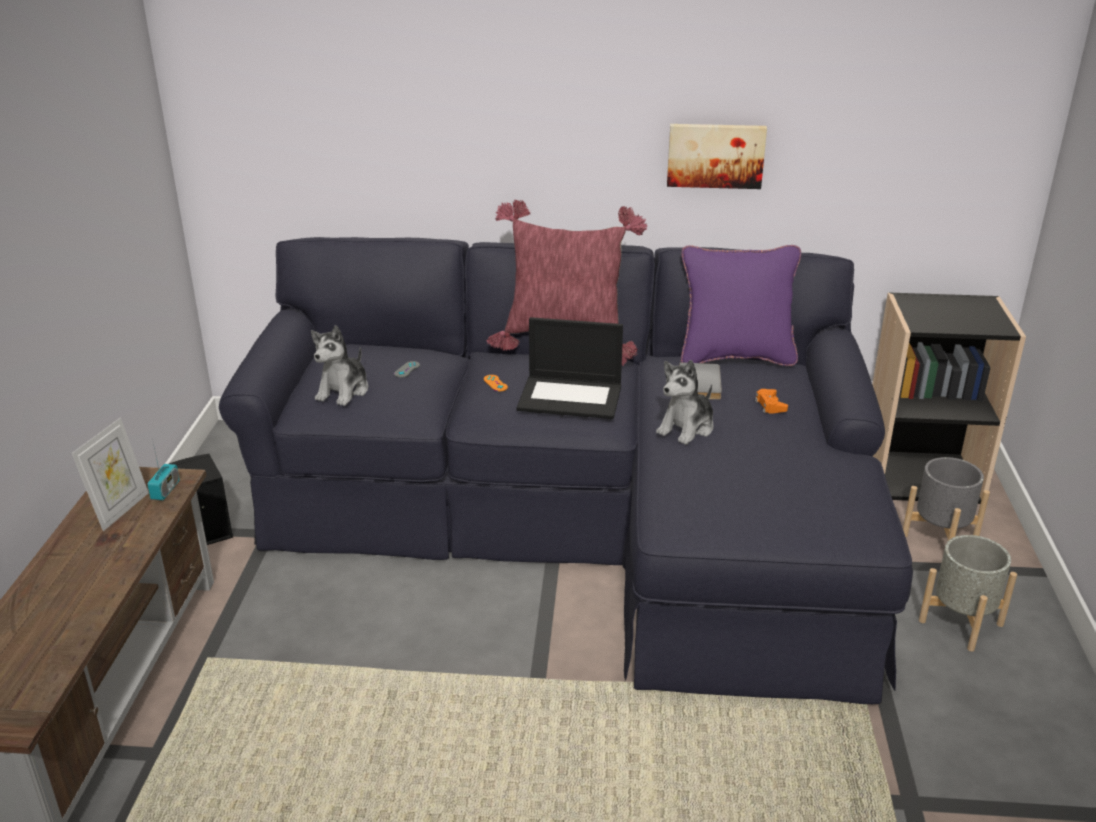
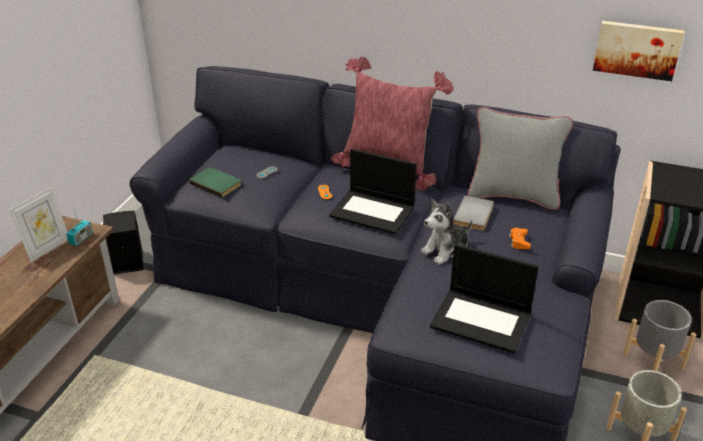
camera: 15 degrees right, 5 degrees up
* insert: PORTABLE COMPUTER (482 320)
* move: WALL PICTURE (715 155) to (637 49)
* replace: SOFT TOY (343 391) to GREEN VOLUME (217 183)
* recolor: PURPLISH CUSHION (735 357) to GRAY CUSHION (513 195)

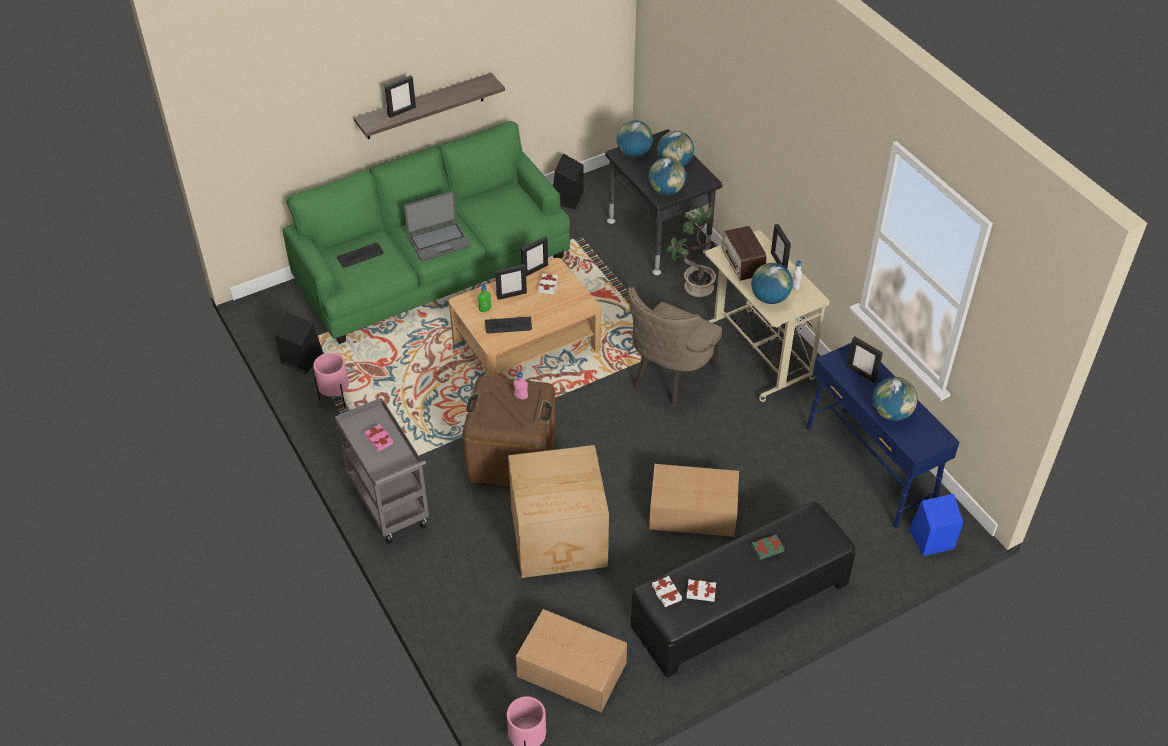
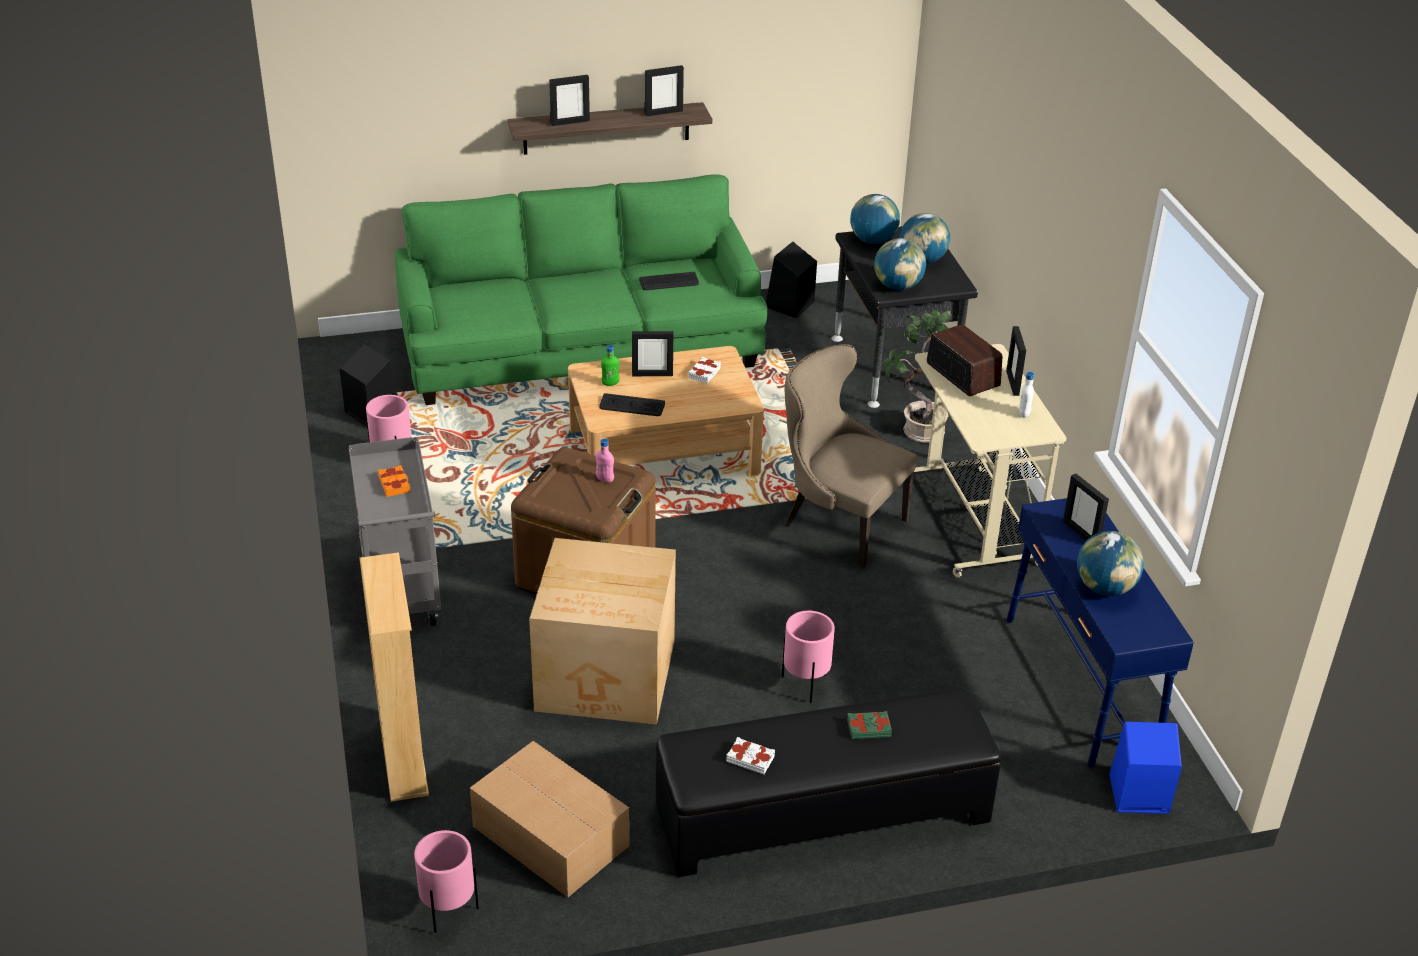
camera: 15 degrees right, 10 degrees down
* delete: PORTABLE COMPUTER (438 241)
* delete: WHITISH VOLUME (666 593)
* delete: DESK GLOBE (769 298)
* insert: BEIGE BOOKCASE (403 758)
* move: PC KEYBOARD (360 256) to (669 282)
* move: PHOTO FRAME (534 269) to (663 112)
* replace: PACKING BOX (694 511) to PINKISH PLANTER (805 685)
* recolor: PINKISH VOLUME (379 439) to ORANGEY VOLUME (394 484)
* rotate: BEIGE UPRIGHT CHAIR (669 377) = (839 524) 75 degrees clockwise
* rotate: RADIO SET (742 262) = (962 374) 150 degrees clockwise

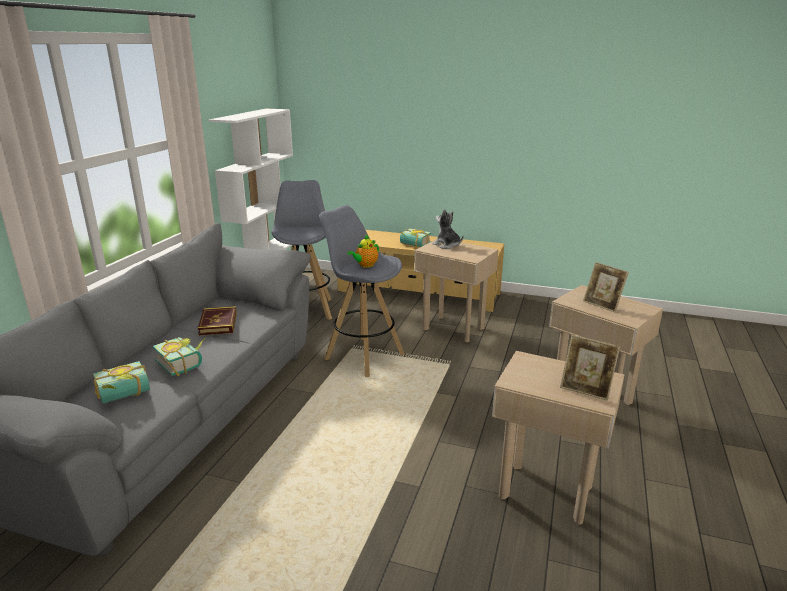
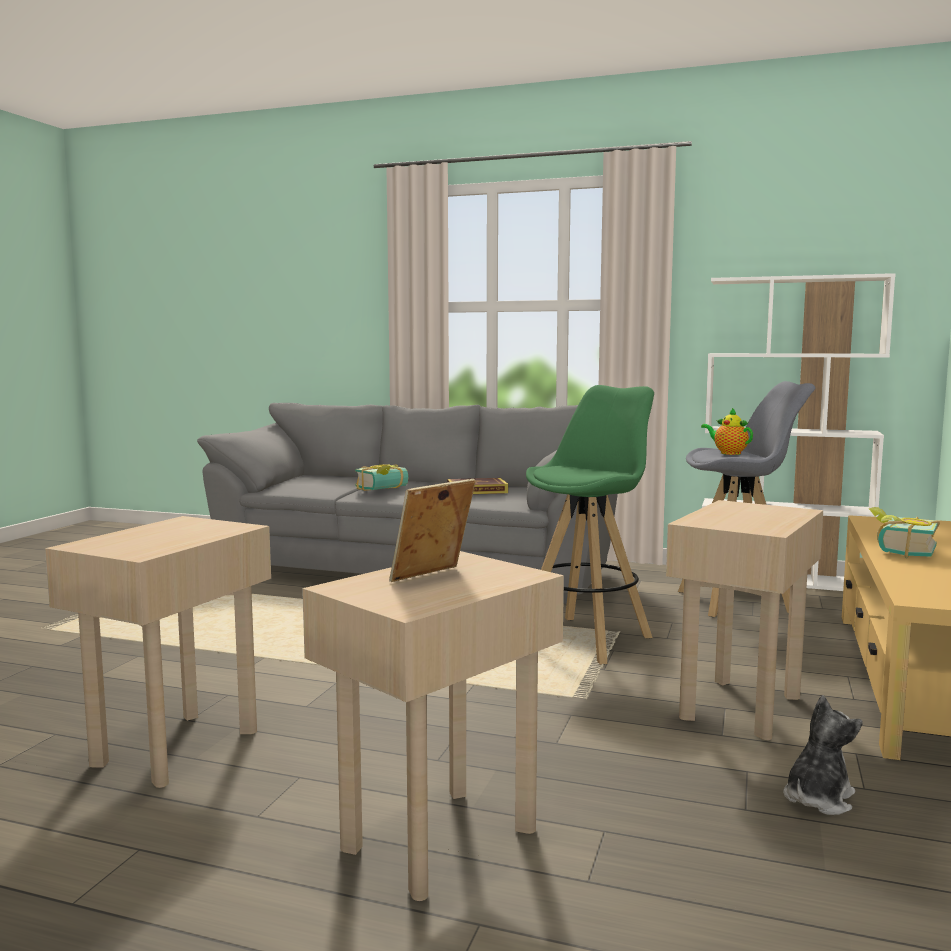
camera: 90 degrees right, 15 degrees down
* delete: VOLUME (125 396)
* delete: PHOTO FRAME (585 390)
* move: TEA POT (365 265) to (728 453)
* move: SOFT TOY (447 245) to (817 798)
* recolor: GRAY STOOL (363 355) to GREEN STOOL (587 638)

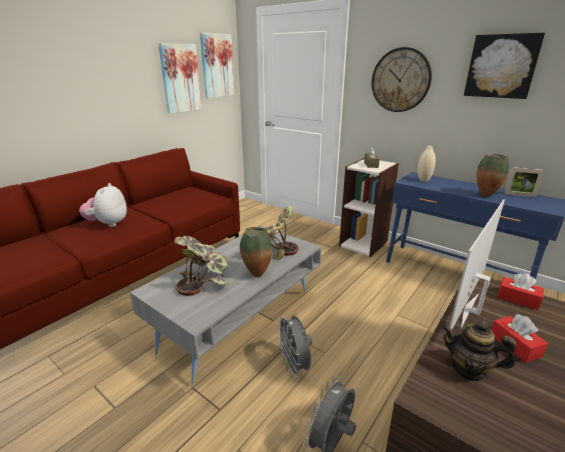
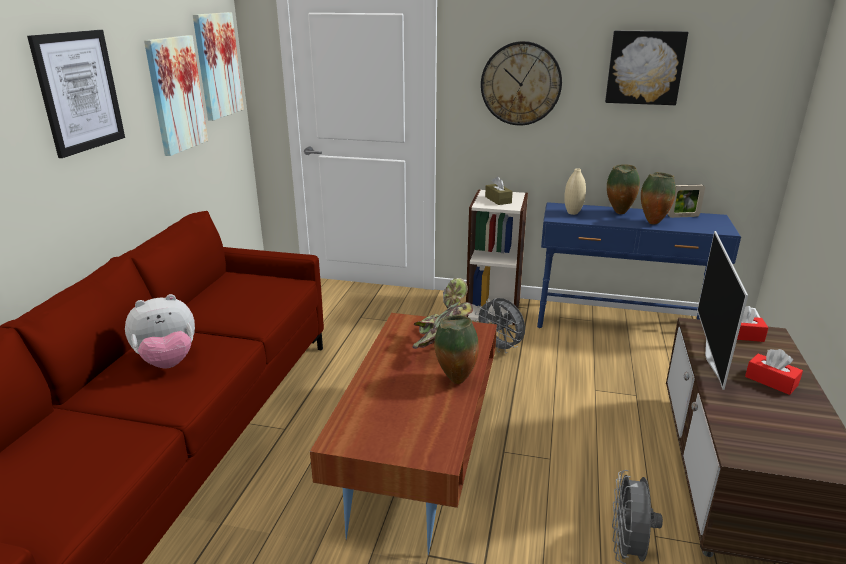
camera: 25 degrees left, 0 degrees up
* delete: POTTED PLANT (203 279)
* delete: TEA POT (469 370)
* insert: WALL PICTURE (79 92)
* insert: VASE (619 213)
* move: GRAY FAN (294 366) to (500 348)
* recolor: GRAY COFFEE TABLE (239 321) to BROWN-COLOURED COFFEE TABLE (417 455)
* rotate: SOFT TOY (108 224) = (168 362) 90 degrees counterclockwise

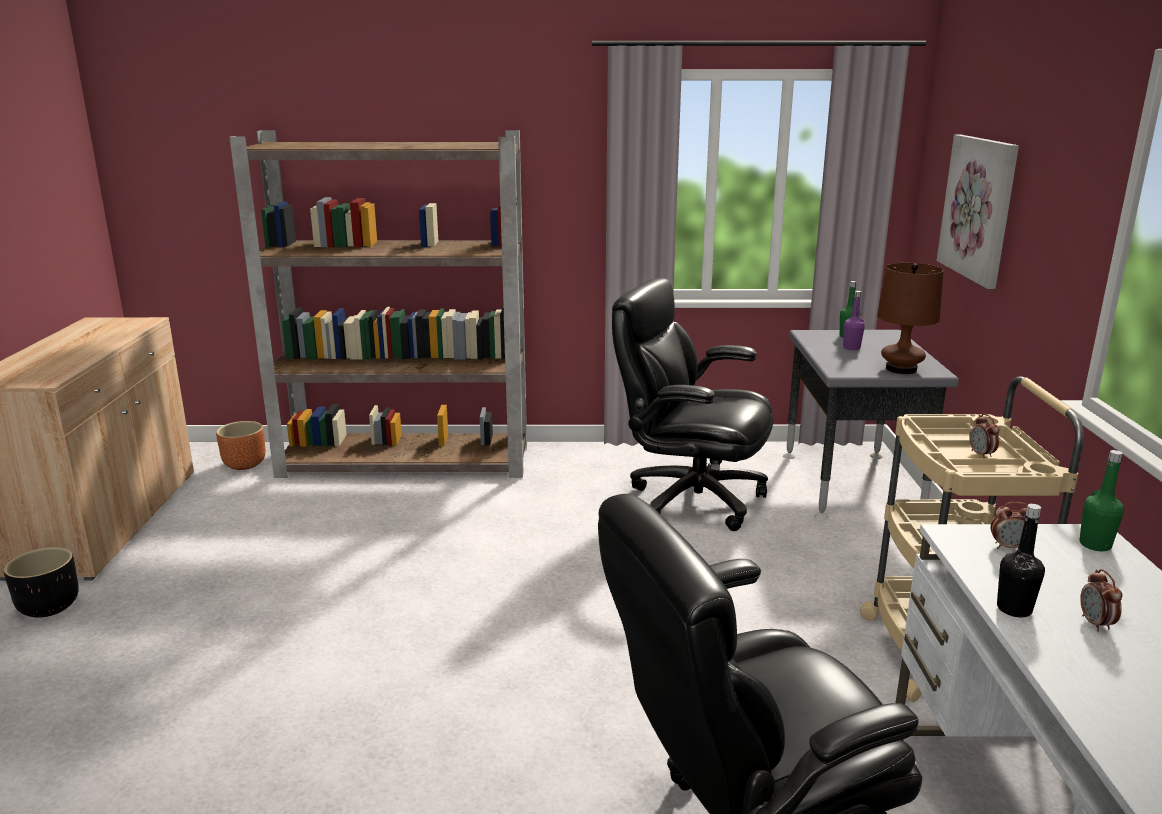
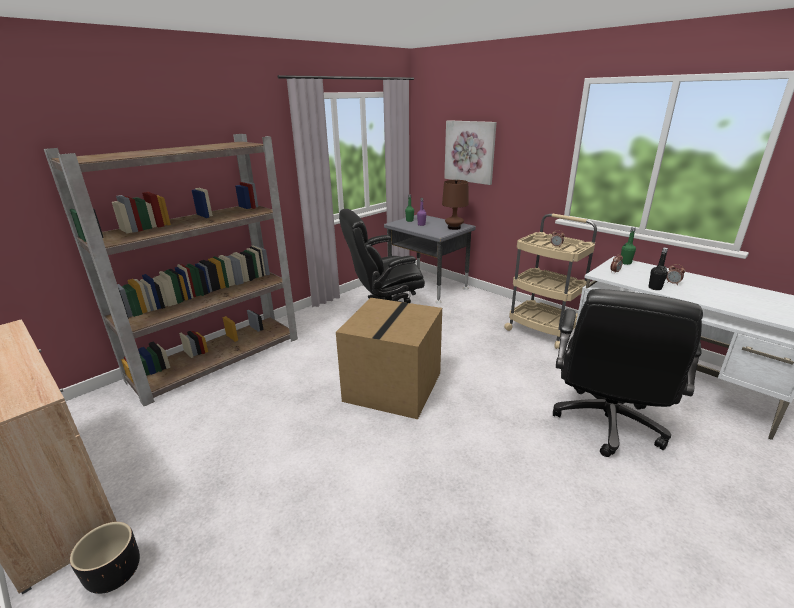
camera: 45 degrees left, 5 degrees up
* delete: BROWN-COLOURED PLANTER (245 465)
* insert: PACKING BOX (394 387)

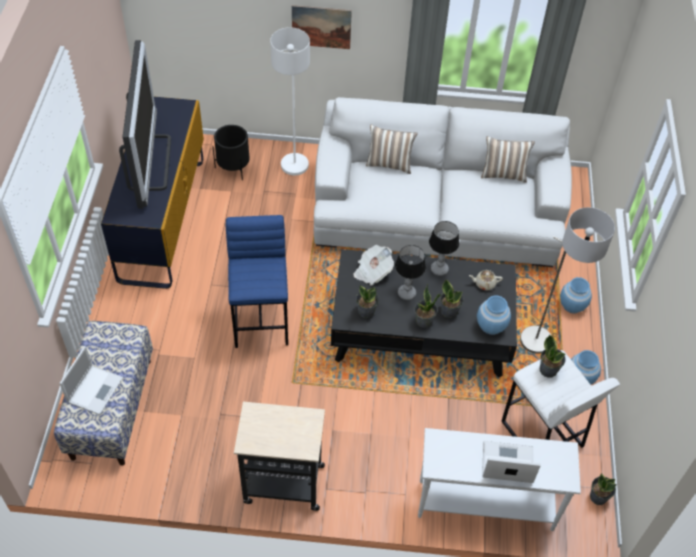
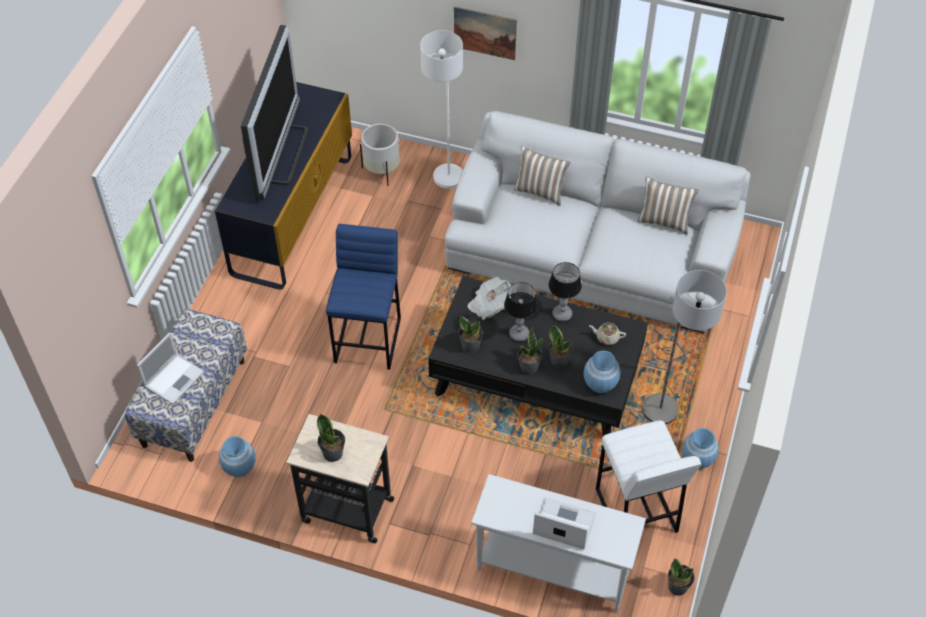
camera: 15 degrees right, 0 degrees up
* move: POTTED PLANT (548 369) to (333 453)
* move: BLUE VASE (572 305) to (239 467)
* recolor: BLACK-COLOURED PLANTER (233 168) to WHITISH PLANTER (382 170)

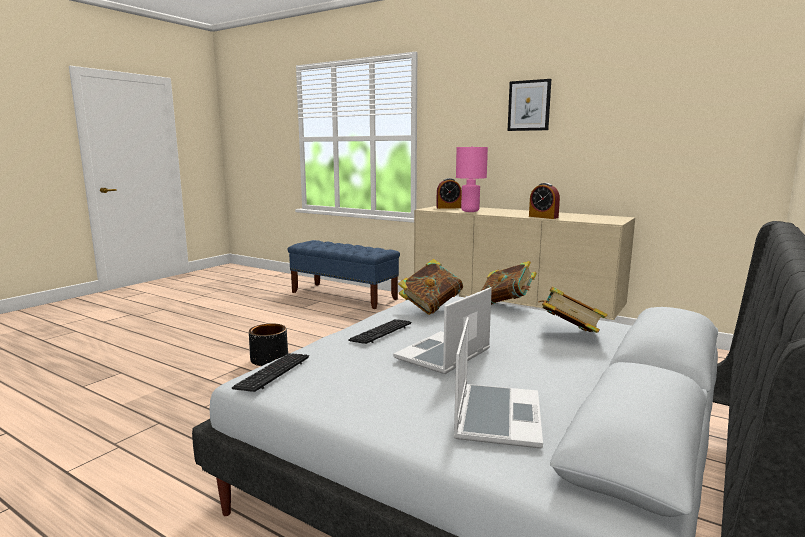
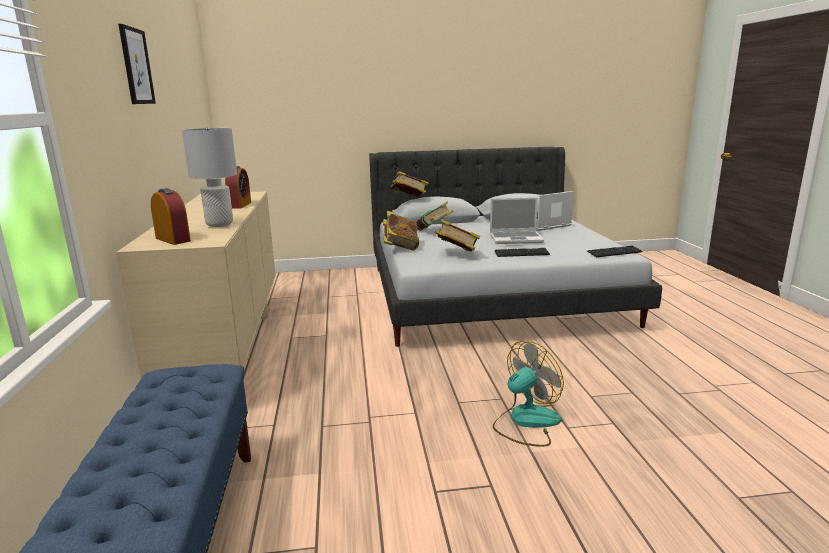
camera: 130 degrees left, 5 degrees up
* insert: VOLUME (408 199)
* replace: BLACK-COLOURED PLANTER (270 360) to FAN (526 422)
* recolor: PINKISH TABLE LAMP (470 211) to GRAY TABLE LAMP (220 225)

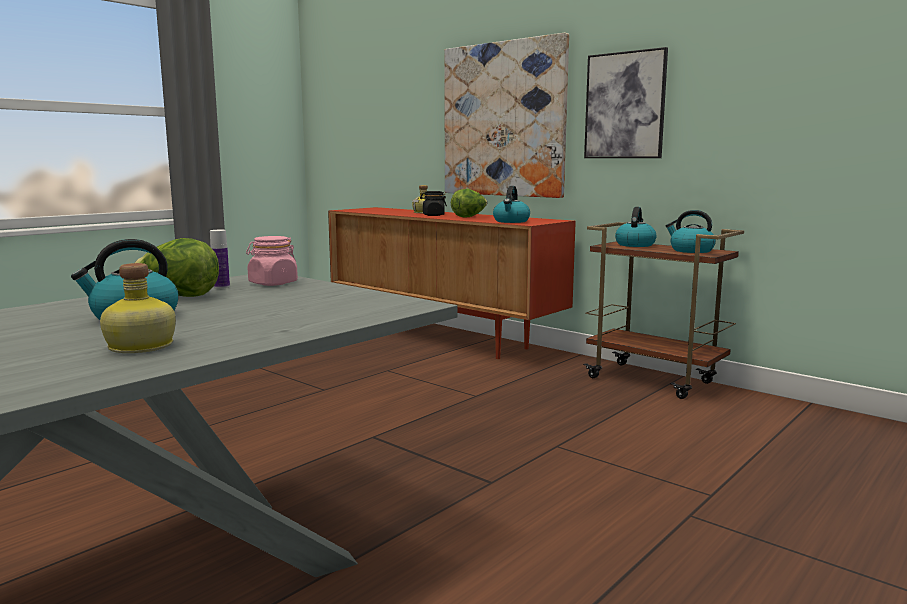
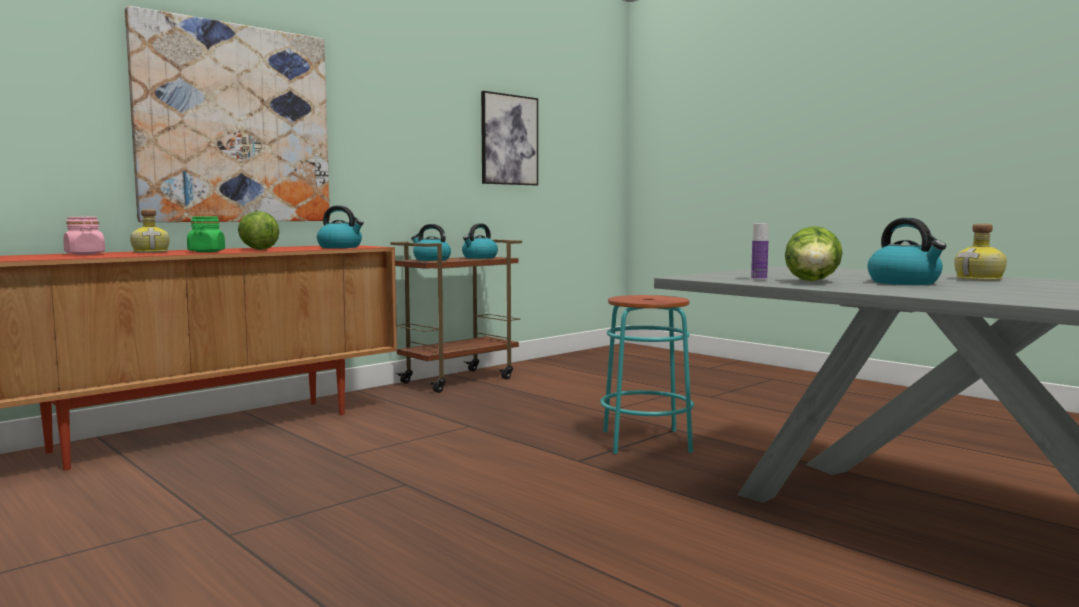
camera: 85 degrees left, 5 degrees down
* insert: TURQUOISE-COLOURED STOOL (646 441)
* move: PINKISH JAR (273 283) to (85 254)
* move: WALL PICTURE (625 105) to (509 140)
* recolor: BLACK-COLOURED JAR (433 215) to GREEN JAR (206 251)

